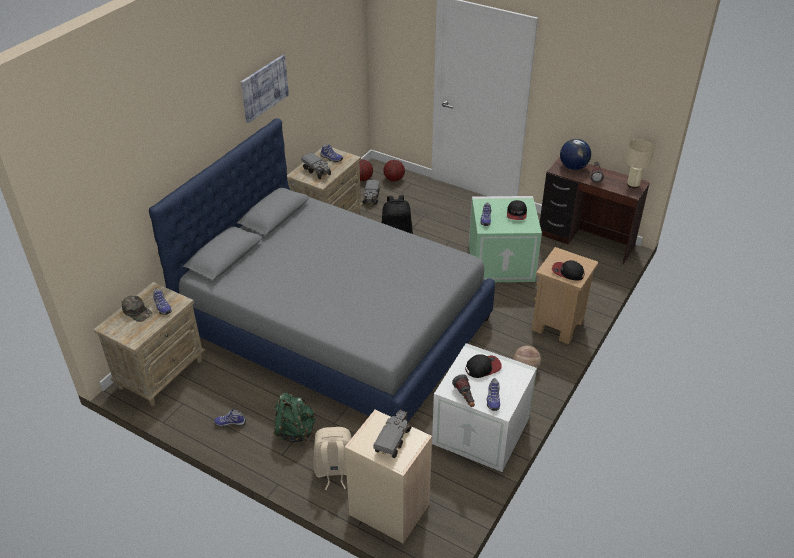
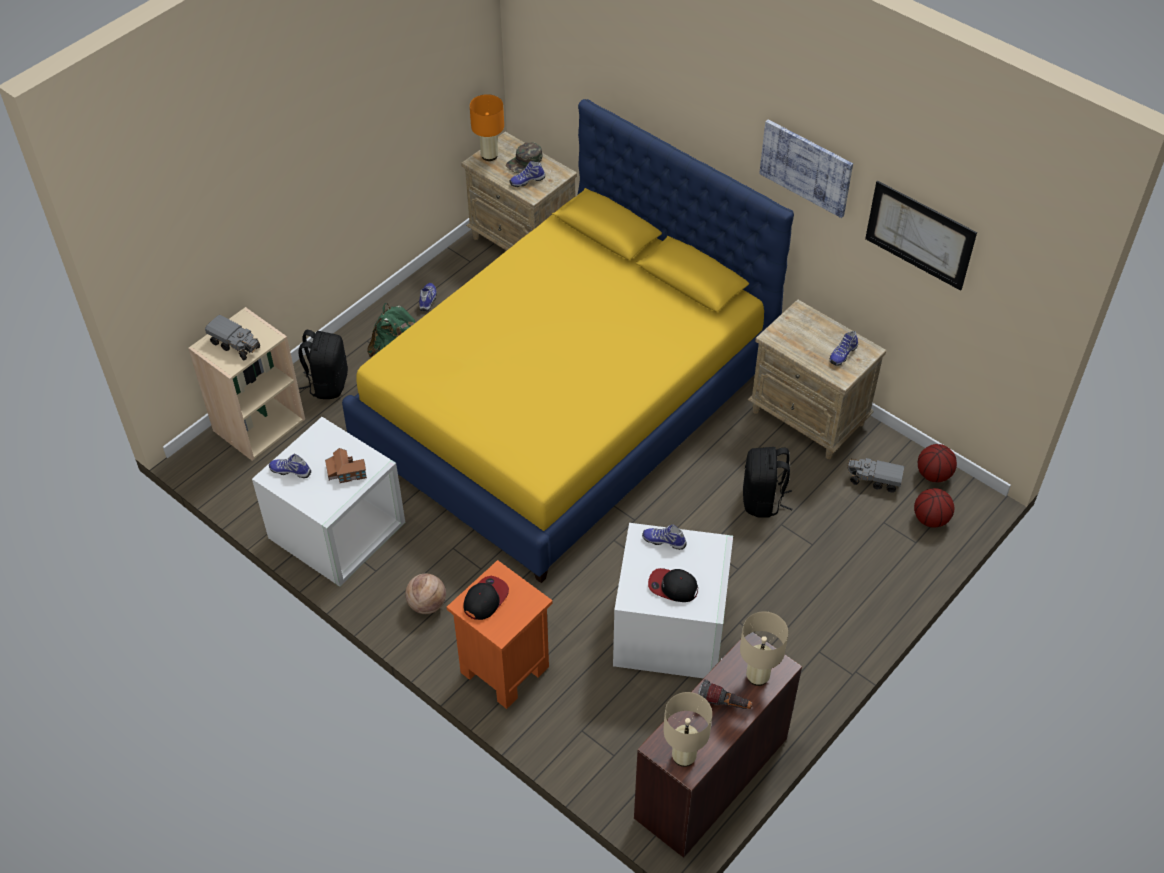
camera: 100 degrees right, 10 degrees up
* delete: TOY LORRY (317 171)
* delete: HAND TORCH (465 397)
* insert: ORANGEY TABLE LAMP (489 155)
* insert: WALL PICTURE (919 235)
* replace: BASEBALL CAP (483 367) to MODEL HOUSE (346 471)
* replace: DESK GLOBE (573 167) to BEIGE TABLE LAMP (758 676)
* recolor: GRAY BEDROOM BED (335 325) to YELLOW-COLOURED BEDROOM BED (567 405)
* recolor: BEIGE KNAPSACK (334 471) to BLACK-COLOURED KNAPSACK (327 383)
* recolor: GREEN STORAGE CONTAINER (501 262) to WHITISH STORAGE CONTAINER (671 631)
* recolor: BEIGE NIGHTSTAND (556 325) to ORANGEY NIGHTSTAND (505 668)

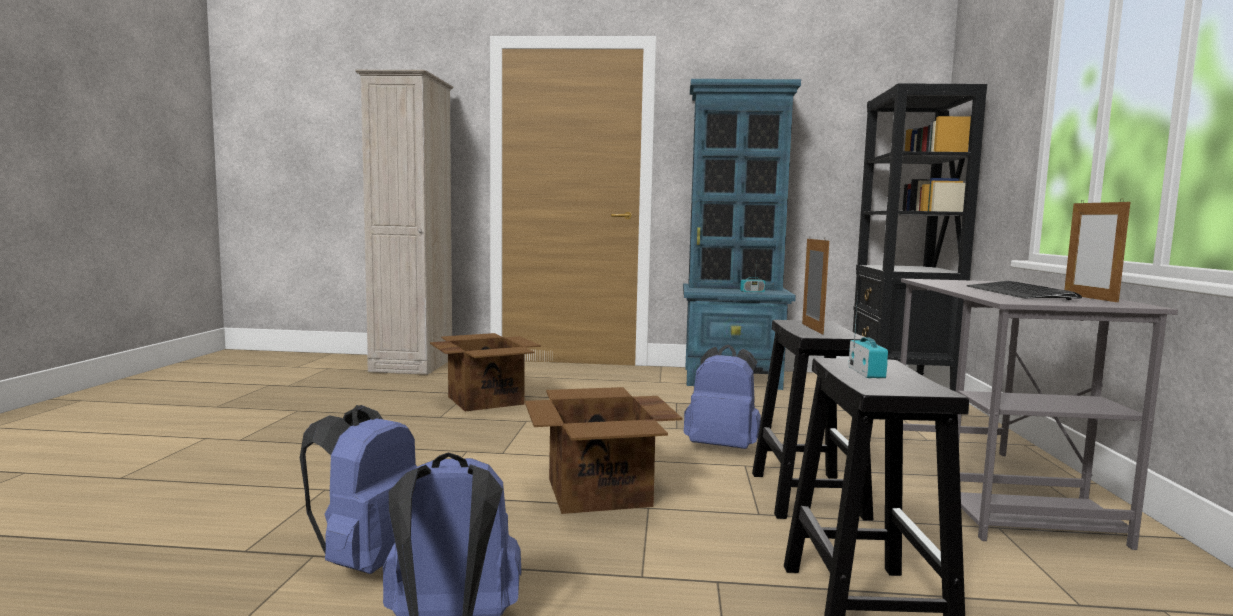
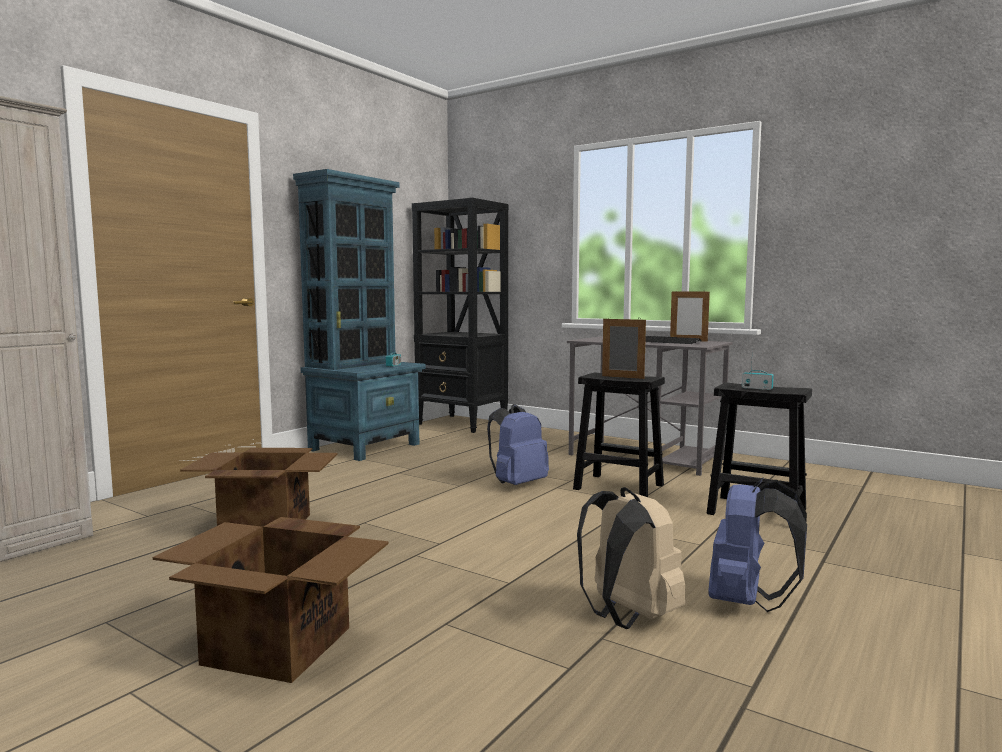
camera: 60 degrees left, 0 degrees up
* move: PACKING BOX (598 493) to (279 646)
* recolor: BLUE KNAPSACK (369 561) to BEIGE KNAPSACK (627 617)

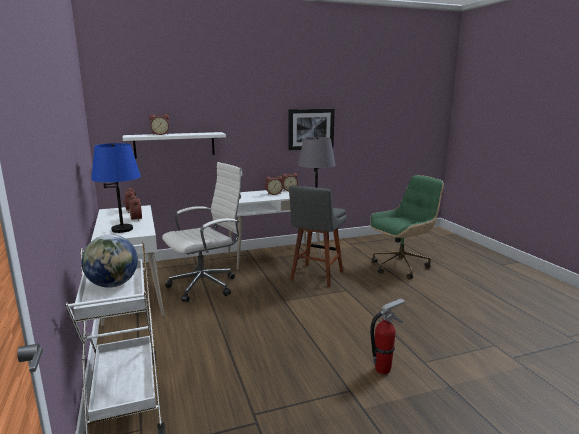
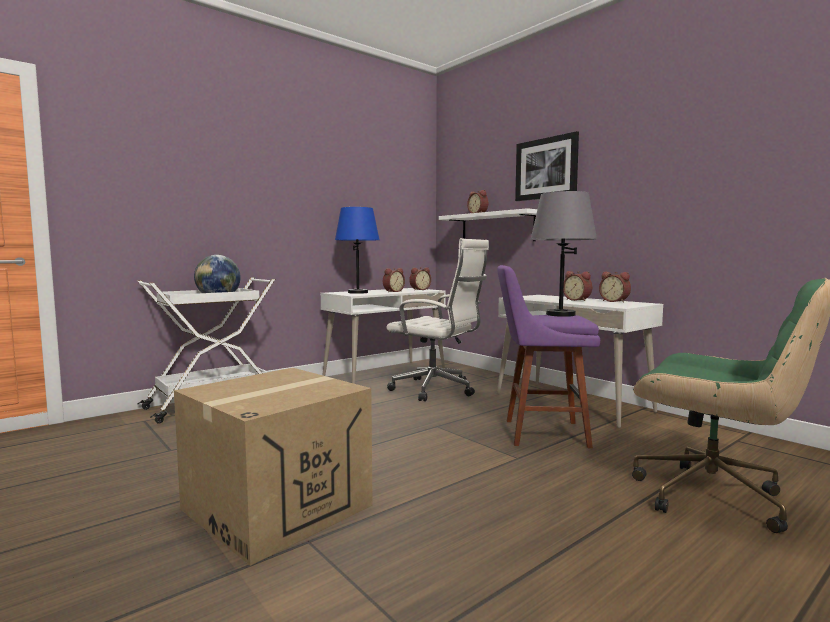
camera: 70 degrees right, 10 degrees down
* move: WALL PICTURE (311 129) to (546 168)
* replace: EXTINGUISHER (383 369) to PACKING BOX (277 507)
* recolor: GRAY STOOL (316 276) to PURPLISH STOOL (540 433)

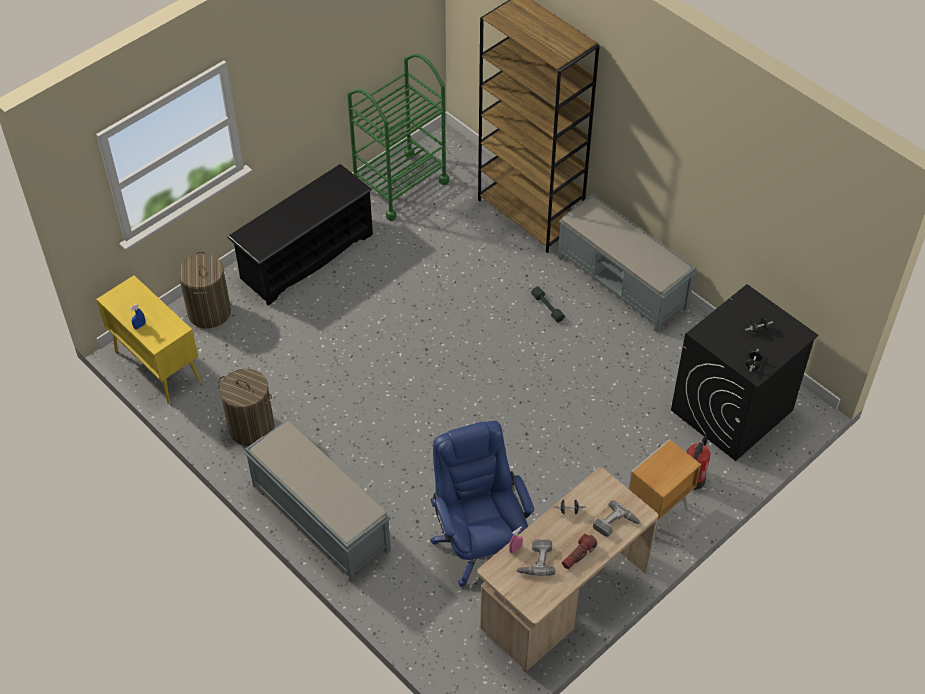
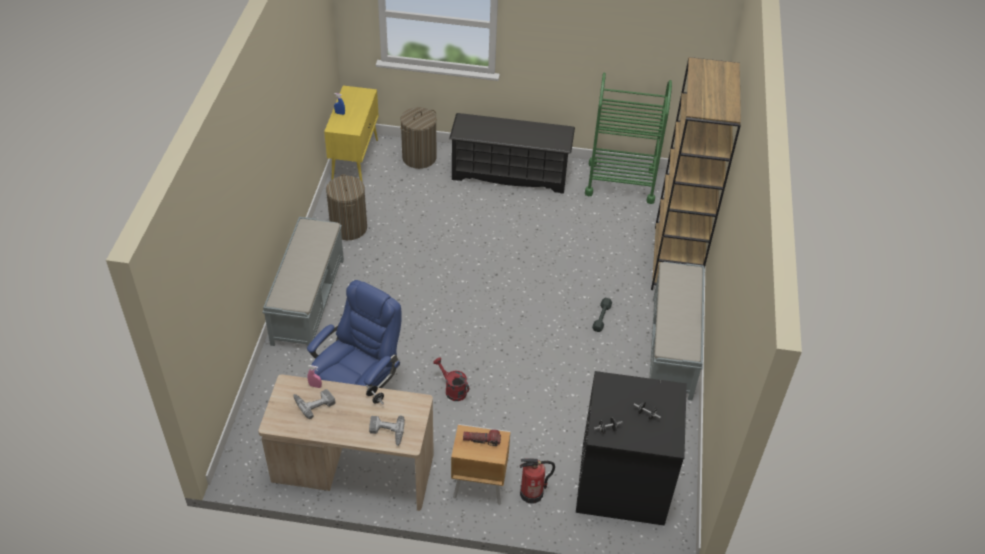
camera: 50 degrees right, 5 degrees down
* insert: REDDISH WATERING CAN (452 390)
* move: HAND TORCH (578 555) to (481 440)

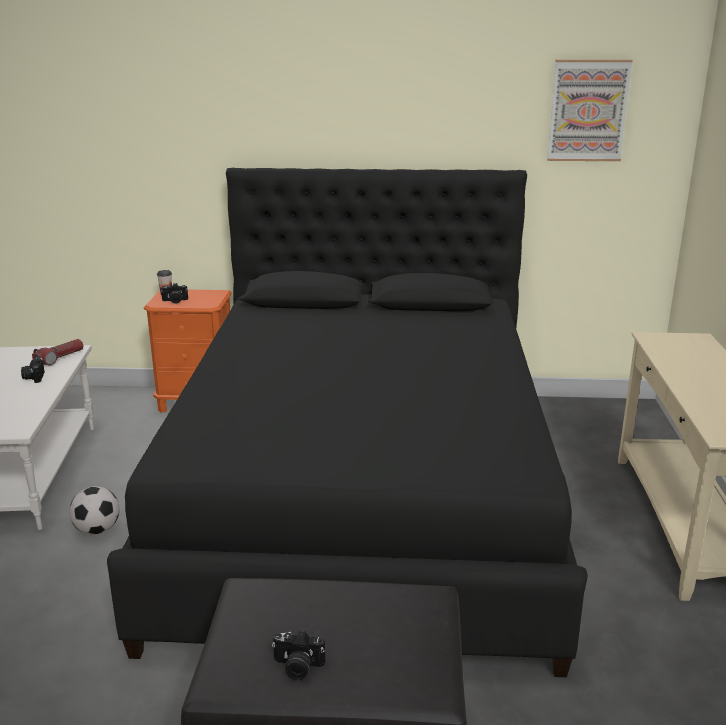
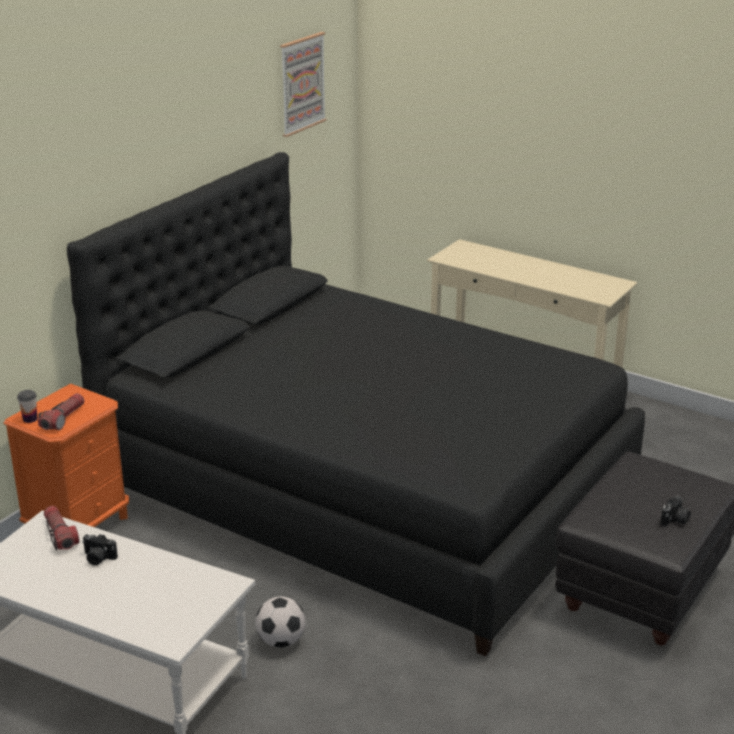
camera: 60 degrees left, 5 degrees up
* replace: STILL CAMERA (175 301) to HAND TORCH (63 419)

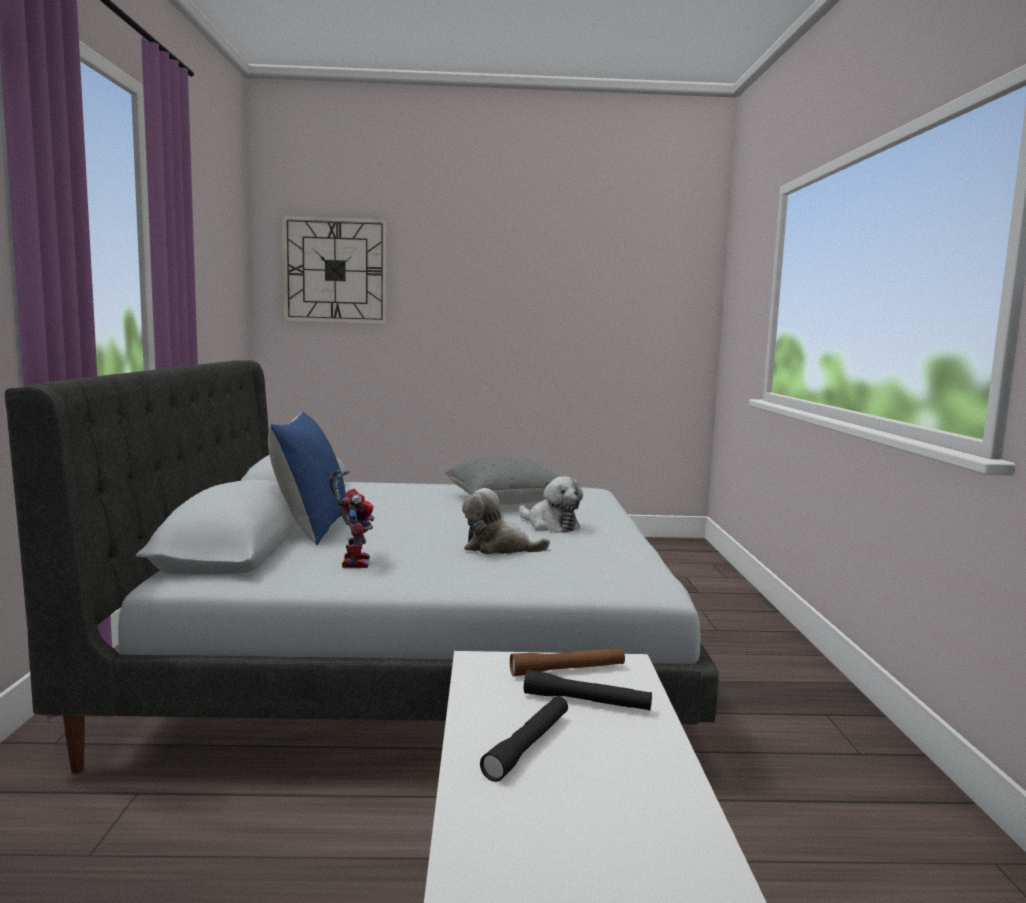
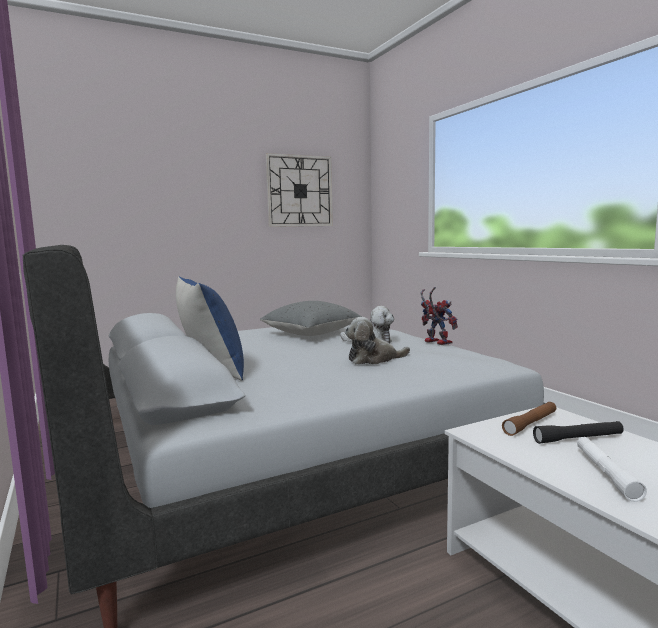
camera: 25 degrees left, 0 degrees up
* move: HANGING CLOCK (335 270) to (299 191)
* move: MODEL ROBOT (352 561) to (434 342)
* recolor: BLACK-COLOURED HAND TORCH (528 746) to WHITISH HAND TORCH (606 474)

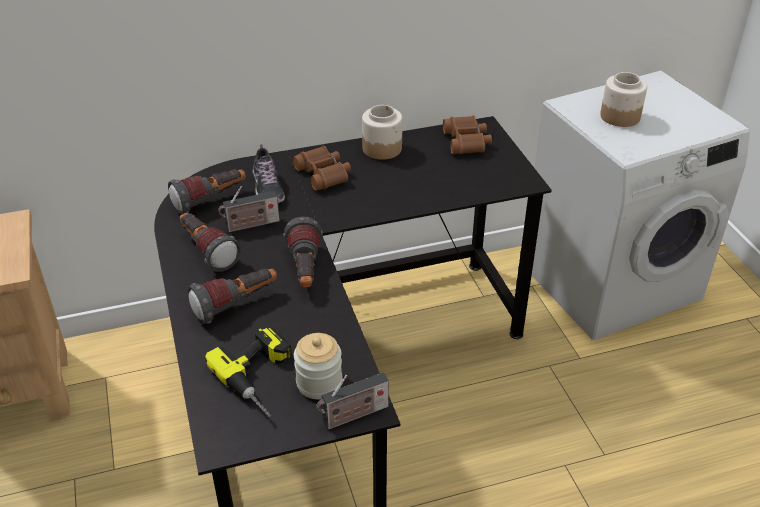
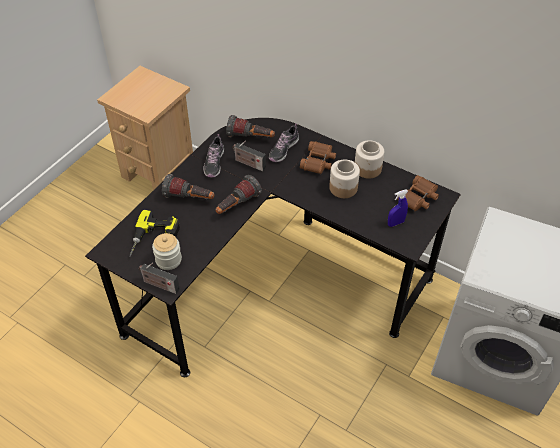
camera: 50 degrees right, 10 degrees up
* insert: BLUE SPRAY BOTTLE (395 223)
* move: JAR (619 117) to (343 188)
* replace: HAND TORCH (207 251) to LOW SHOE (214 163)

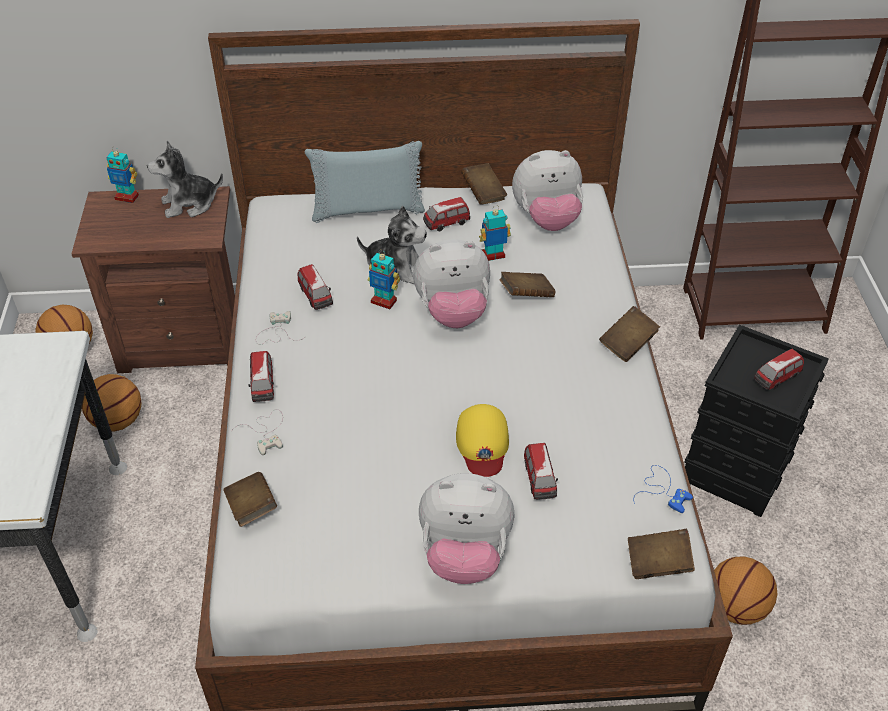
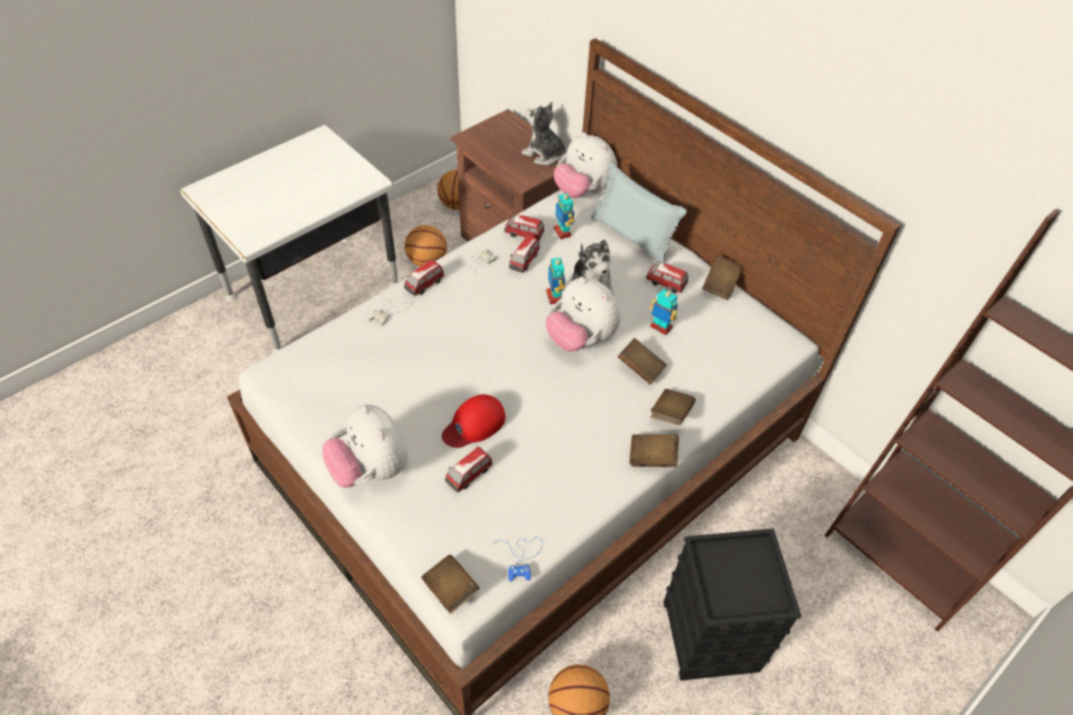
camera: 50 degrees right, 5 degrees up
* move: MODEL ROBOT (127 197) to (562 232)
* move: BROWN-COLOURED VOLUME (252 508) to (670 414)
* move: SOFT TOY (546 219) to (583 191)
* move: TOY CAR (776 378) to (523 234)
* recolor: YELLOW-COLOURED BASEBALL CAP (482 443) to REDDISH BASEBALL CAP (474 424)

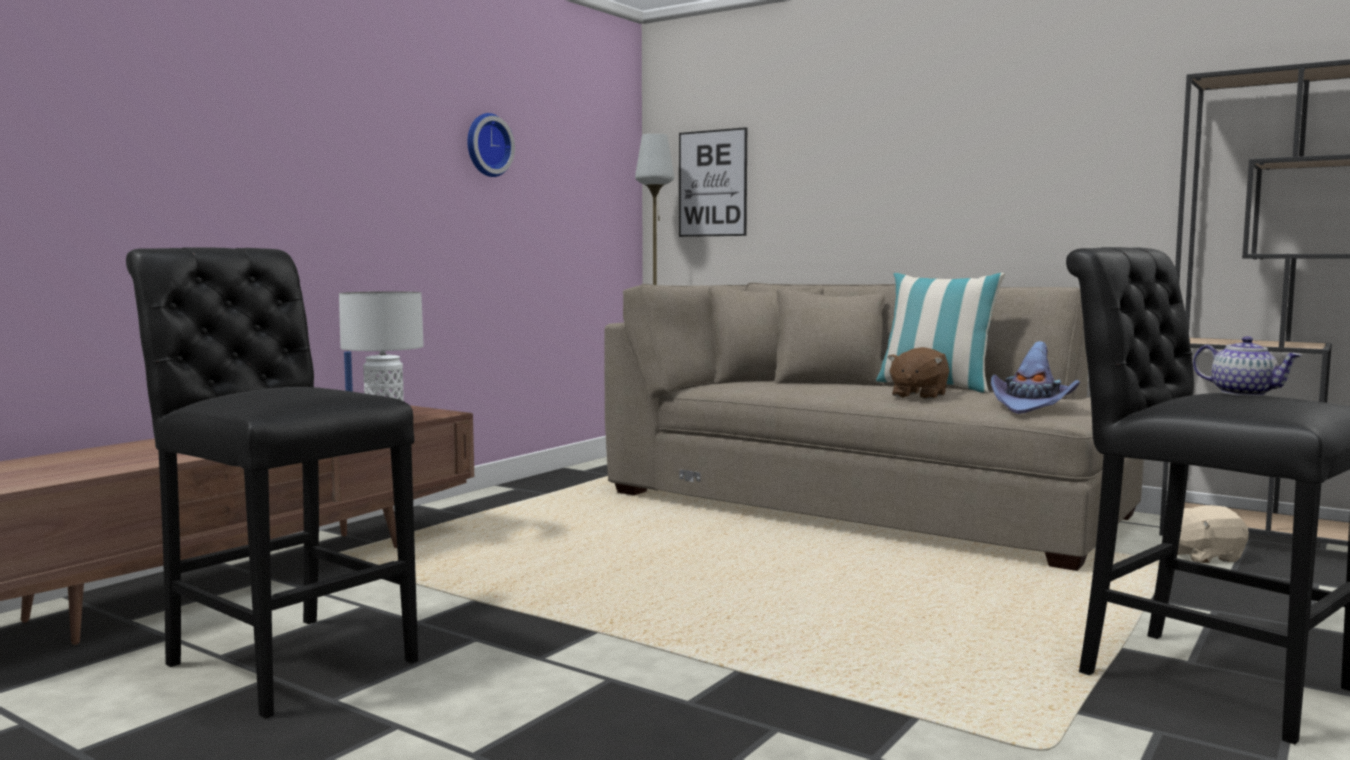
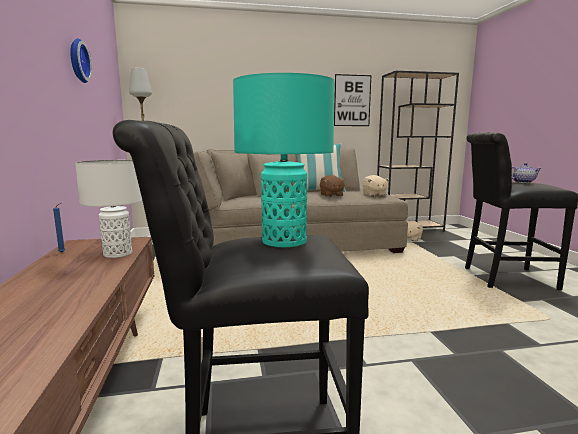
camera: 45 degrees left, 5 degrees up
* insert: TURQUOISE-COLOURED TABLE LAMP (284 241)
* move: WALL PICTURE (712 183) to (352 100)
* replace: PURPLISH WEARABLE HAT (1032 407) to BEIGE SOFT TOY (374 195)

